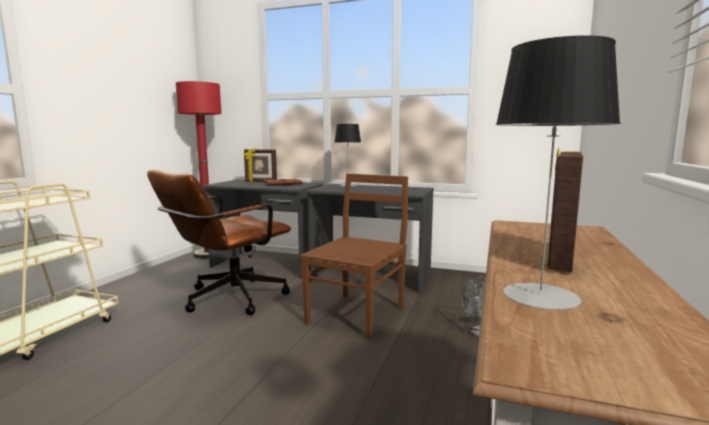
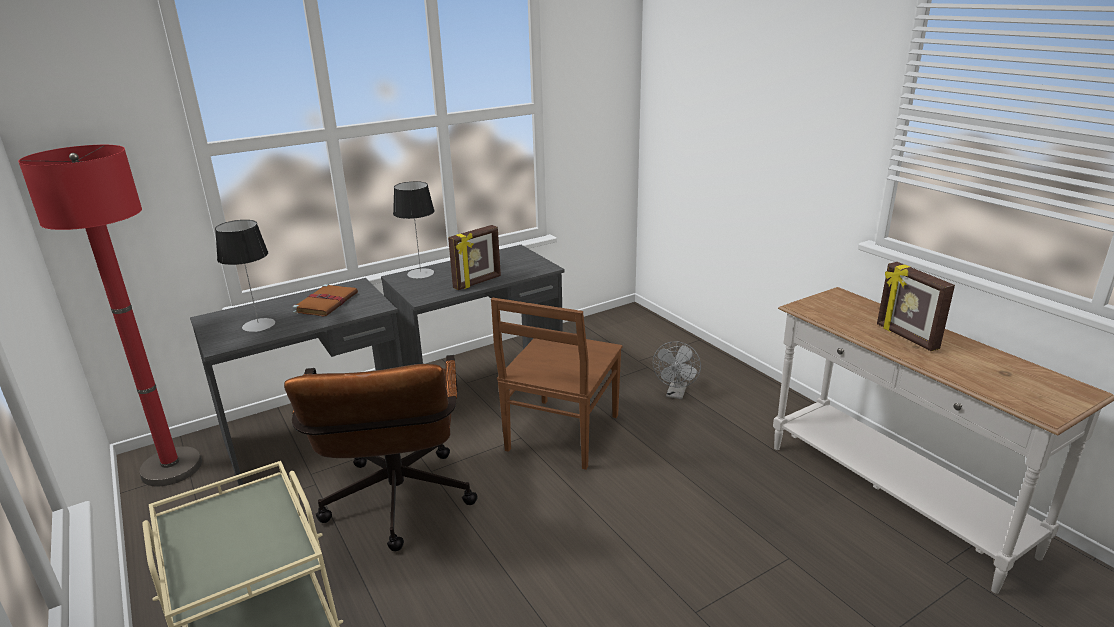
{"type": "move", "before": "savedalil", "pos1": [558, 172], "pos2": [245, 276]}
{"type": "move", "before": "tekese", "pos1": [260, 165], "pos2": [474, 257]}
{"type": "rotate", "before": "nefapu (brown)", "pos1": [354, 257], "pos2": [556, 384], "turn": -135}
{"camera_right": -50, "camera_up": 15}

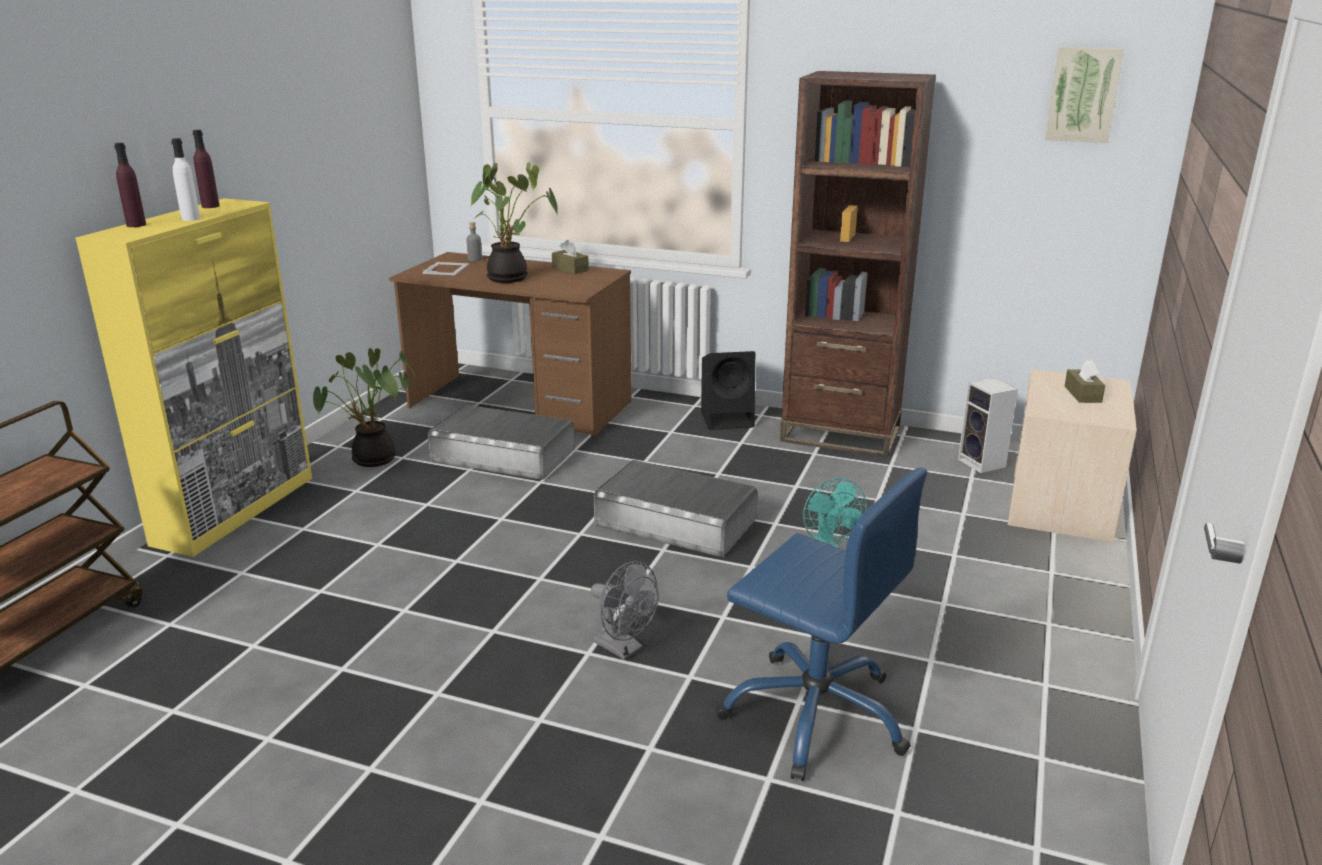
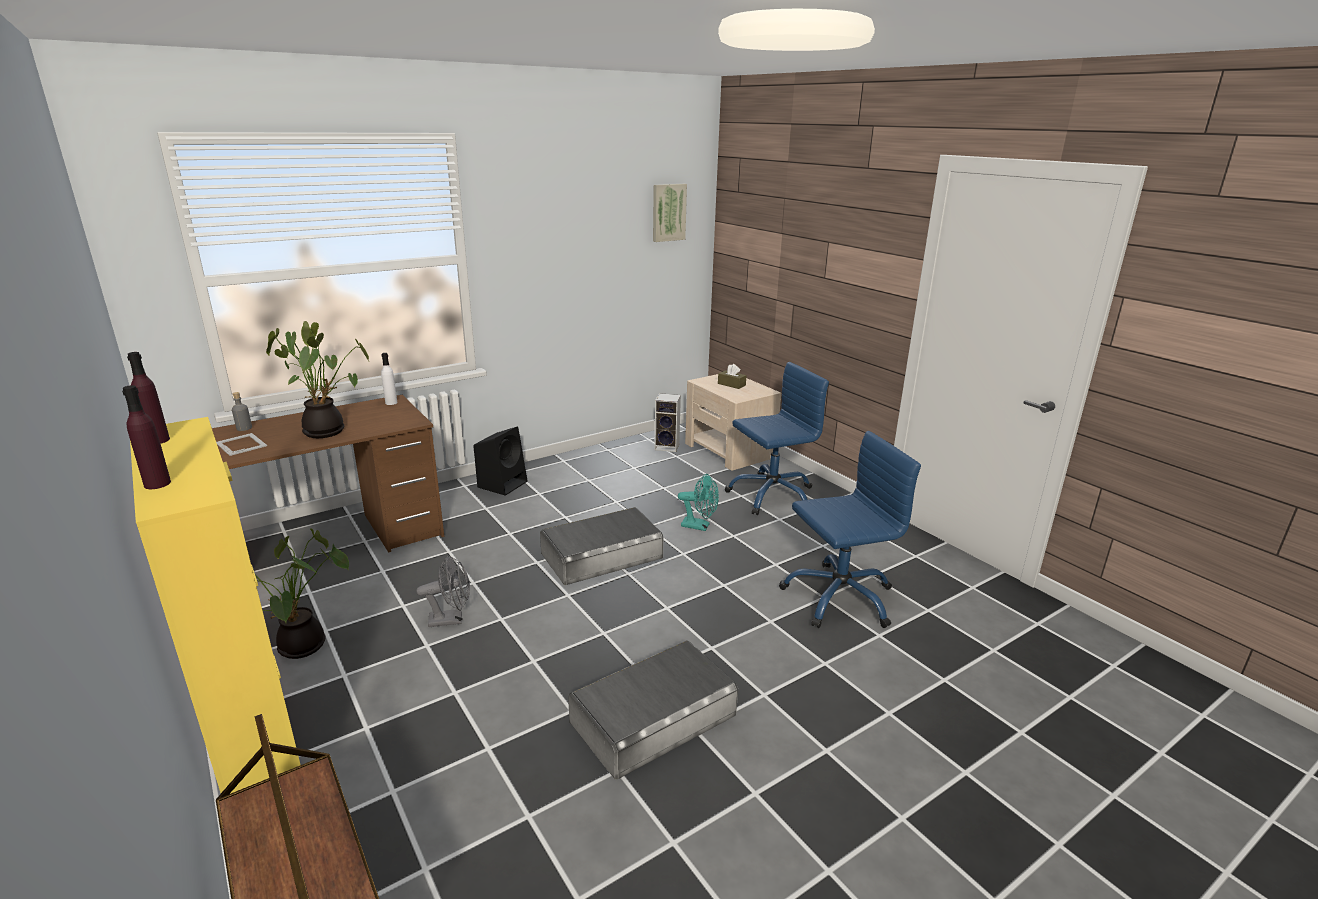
{"type": "delete", "before": "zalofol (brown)", "pos1": [858, 264]}
{"type": "move", "before": "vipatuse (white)", "pos1": [185, 179], "pos2": [389, 379]}
{"type": "delete", "before": "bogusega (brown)", "pos1": [570, 257]}
{"type": "move", "before": "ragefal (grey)", "pos1": [501, 442], "pos2": [653, 710]}
{"type": "move", "before": "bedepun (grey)", "pos1": [625, 610], "pos2": [443, 591]}
{"type": "insert", "after": "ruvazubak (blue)", "pos2": [777, 438]}
{"camera_right": -55, "camera_up": 0}

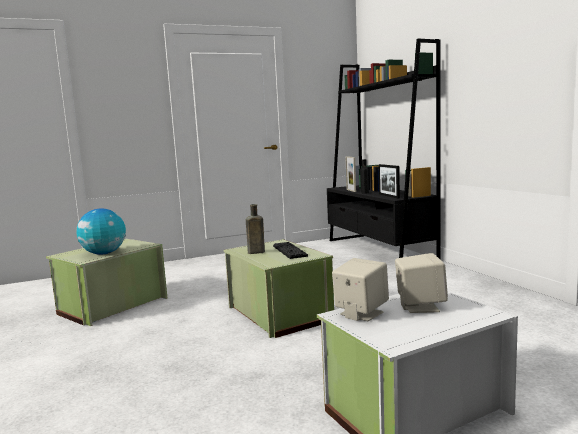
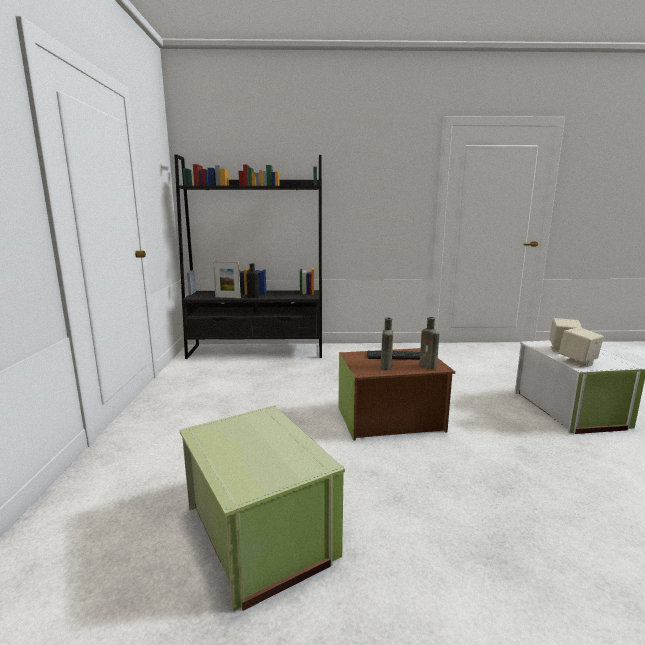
{"type": "delete", "before": "tekese", "pos1": [389, 181]}
{"type": "delete", "before": "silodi", "pos1": [101, 231]}
{"type": "recolor", "before": "ragefal (green)", "after": "ragefal (brown)", "pos1": [279, 288], "pos2": [396, 394]}
{"type": "insert", "after": "vipatuse (brown)", "pos2": [429, 343]}
{"camera_right": -70, "camera_up": 5}

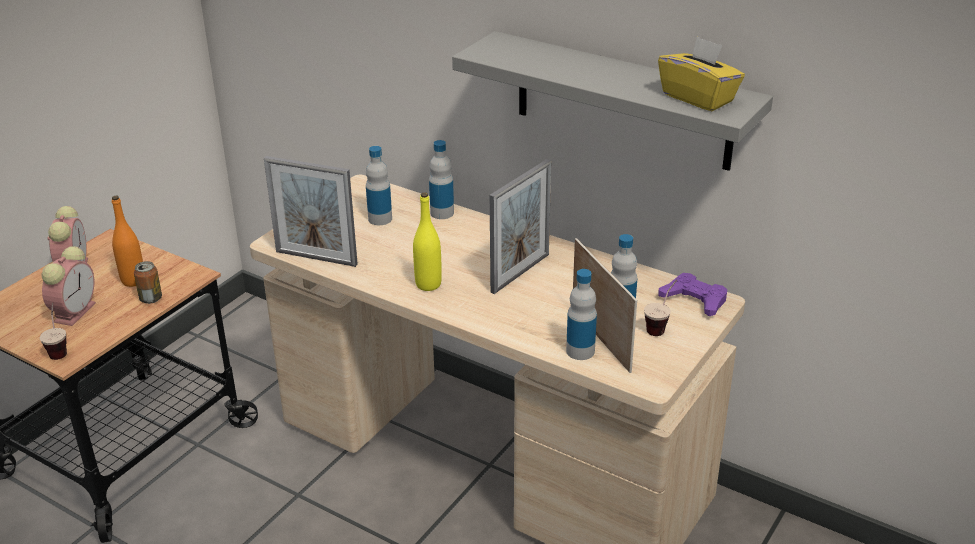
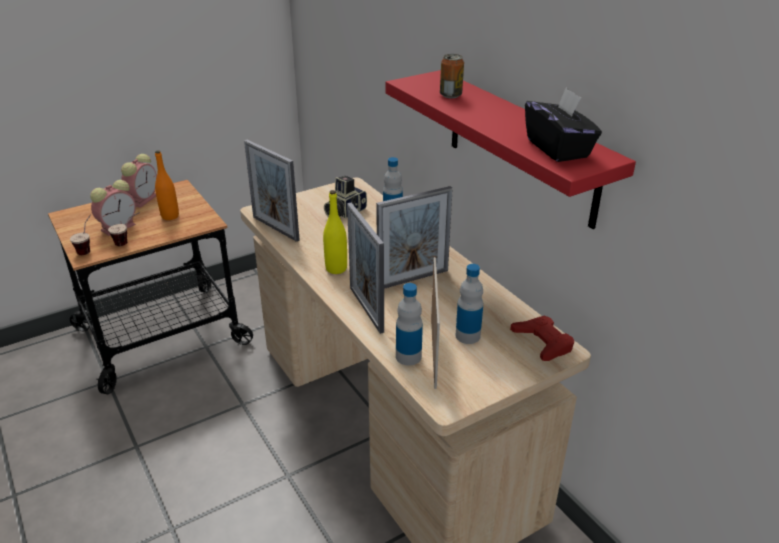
{"type": "recolor", "before": "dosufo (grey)", "after": "dosufo (red)", "pos1": [612, 101], "pos2": [511, 149]}
{"type": "recolor", "before": "bogusega (yellow)", "after": "bogusega (black)", "pos1": [701, 73], "pos2": [563, 124]}
{"type": "replace", "before": "vipatuse", "after": "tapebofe", "pos1": [379, 185], "pos2": [345, 197]}
{"type": "move", "before": "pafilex", "pos1": [148, 282], "pos2": [452, 76]}
{"type": "recolor", "before": "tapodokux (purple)", "after": "tapodokux (red)", "pos1": [692, 294], "pos2": [542, 338]}
{"type": "move", "before": "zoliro", "pos1": [660, 308], "pos2": [124, 229]}
{"type": "insert", "after": "tekese", "pos2": [365, 268]}
{"camera_right": 25, "camera_up": 0}

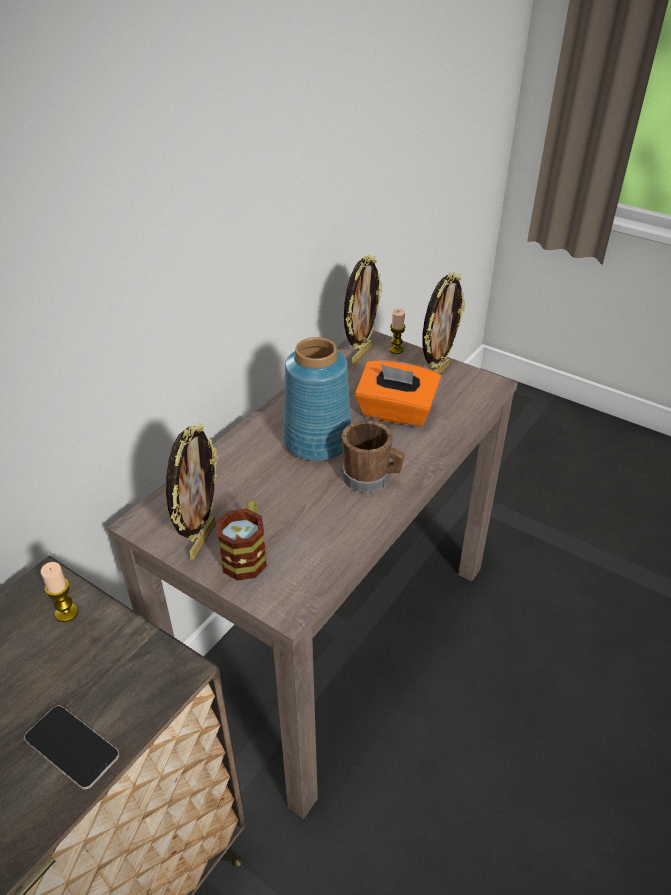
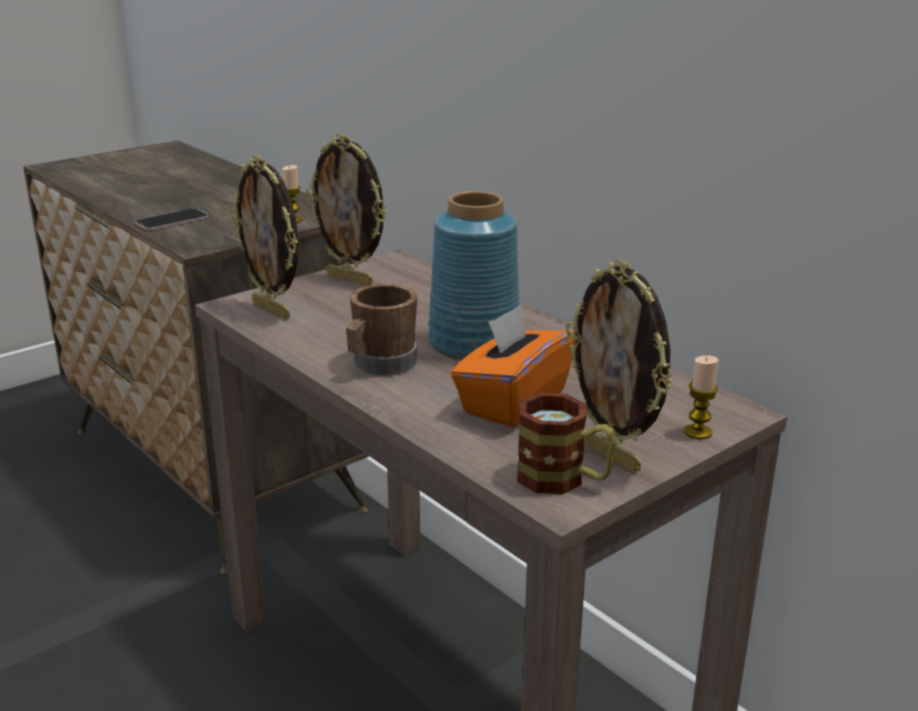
{"type": "move", "before": "tekese", "pos1": [363, 310], "pos2": [264, 237]}
{"type": "move", "before": "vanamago", "pos1": [241, 540], "pos2": [567, 443]}
{"camera_right": 105, "camera_up": -15}

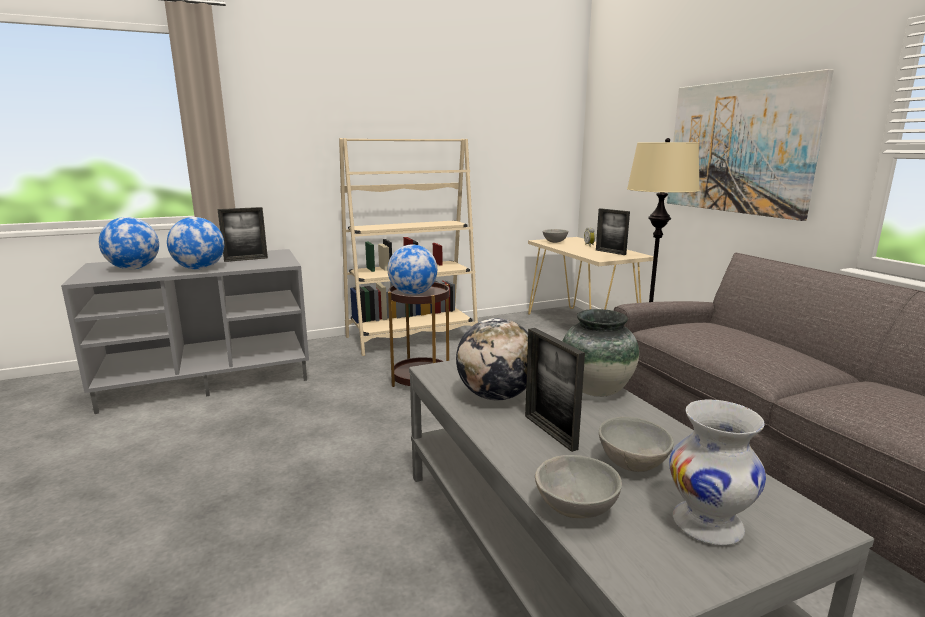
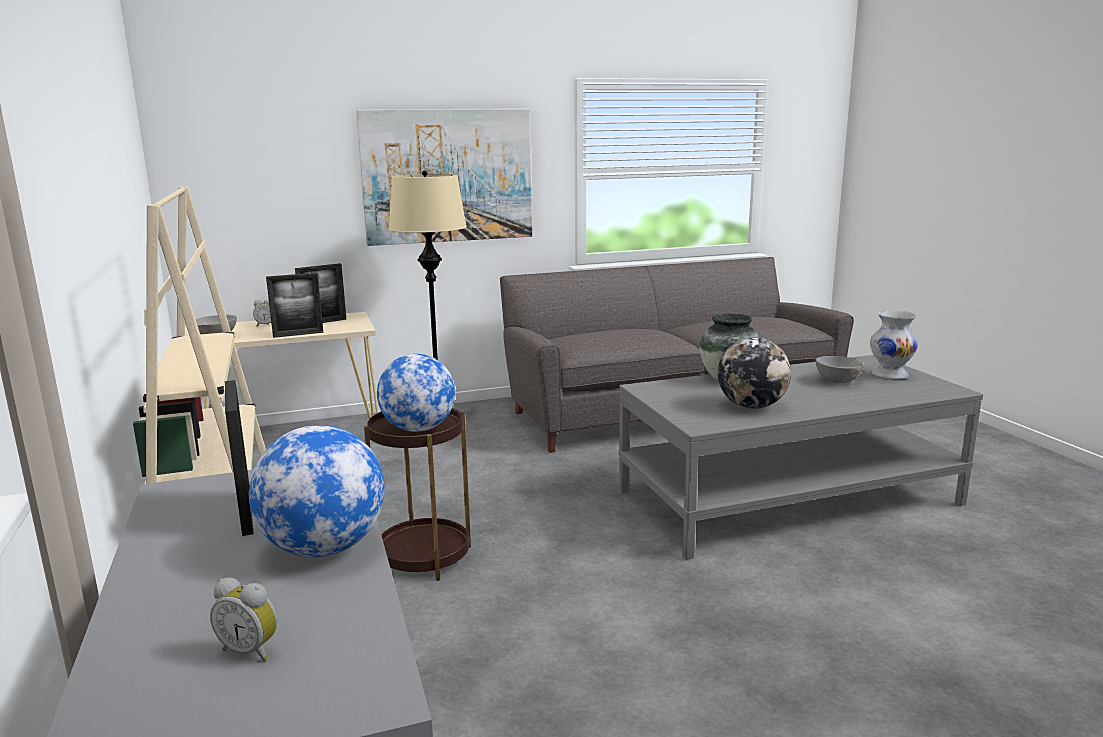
{"type": "replace", "before": "silodi", "after": "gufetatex", "pos1": [129, 243], "pos2": [243, 619]}
{"type": "move", "before": "tekese", "pos1": [555, 390], "pos2": [295, 305]}
{"type": "delete", "before": "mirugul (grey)", "pos1": [578, 486]}
{"camera_right": -85, "camera_up": 0}

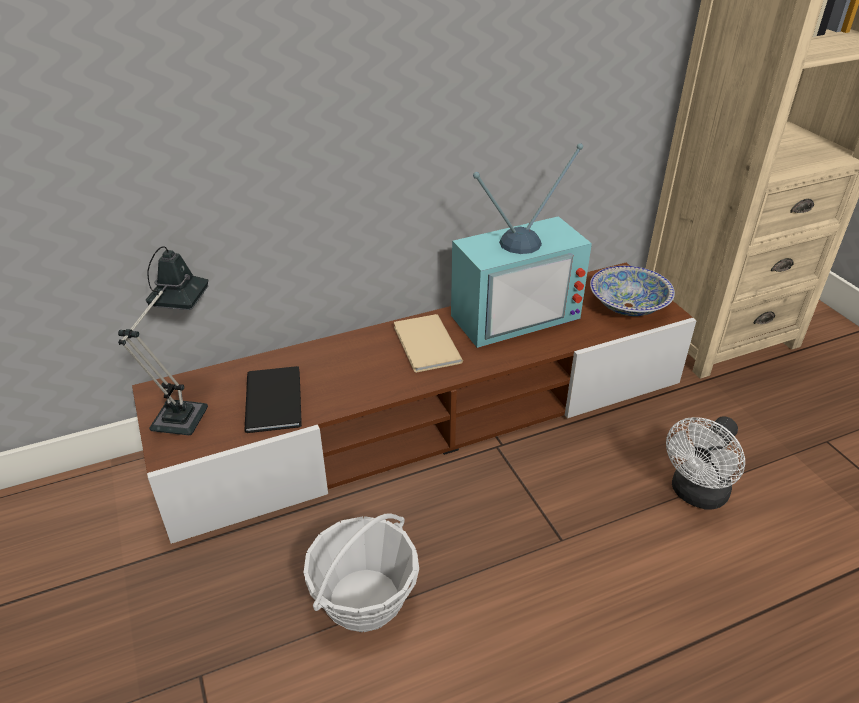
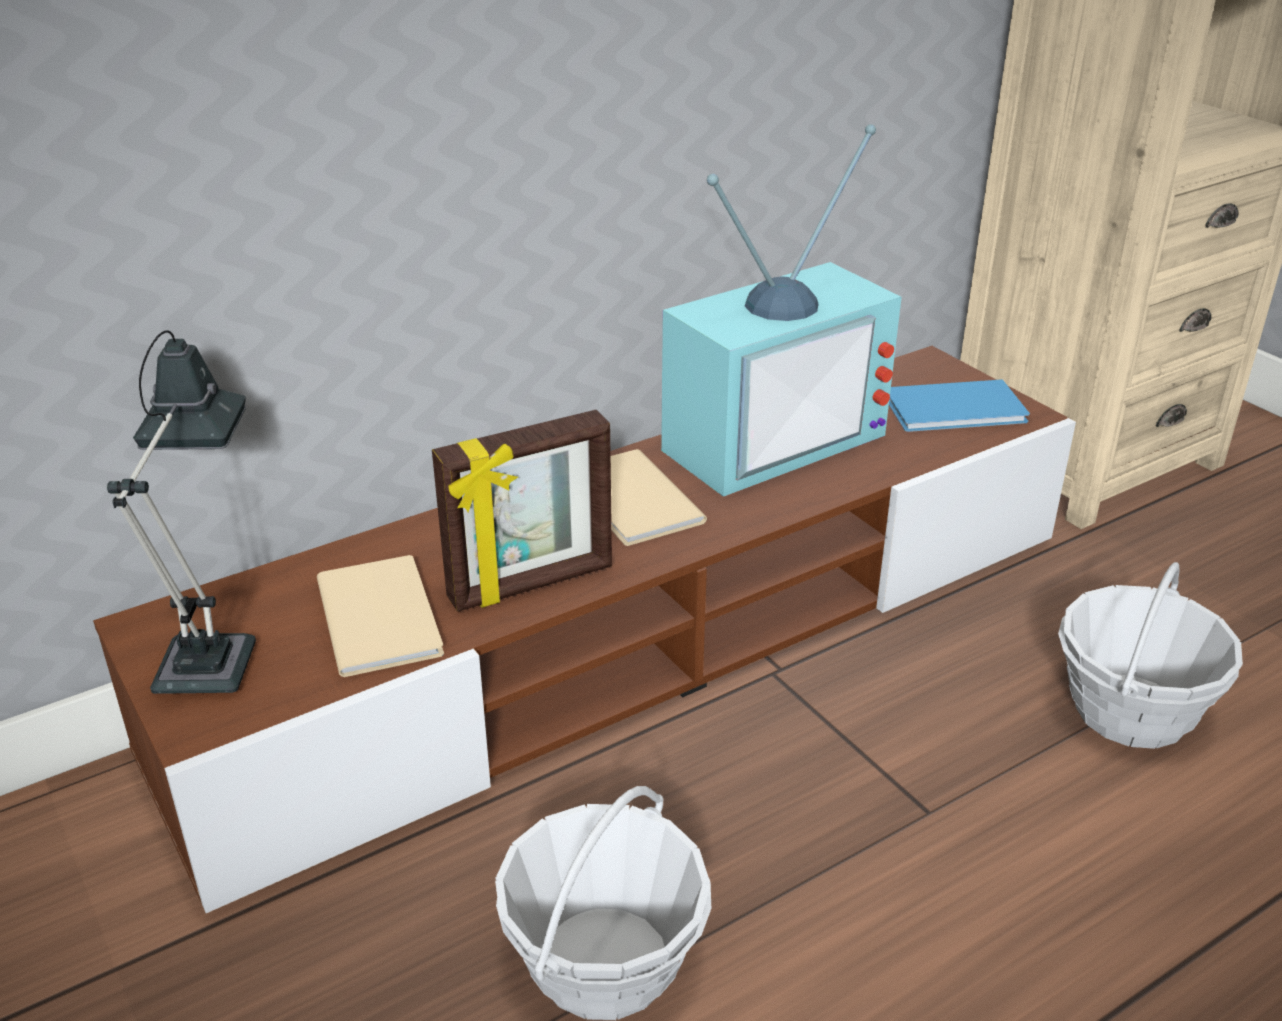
{"type": "replace", "before": "mirugul", "after": "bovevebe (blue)", "pos1": [632, 291], "pos2": [959, 405]}
{"type": "recolor", "before": "bovevebe (black)", "after": "bovevebe (beige)", "pos1": [273, 399], "pos2": [380, 616]}
{"type": "replace", "before": "bedepun (white)", "after": "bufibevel", "pos1": [705, 463], "pos2": [1150, 655]}
{"type": "insert", "after": "tekese", "pos2": [522, 511]}
{"camera_right": -10, "camera_up": -5}

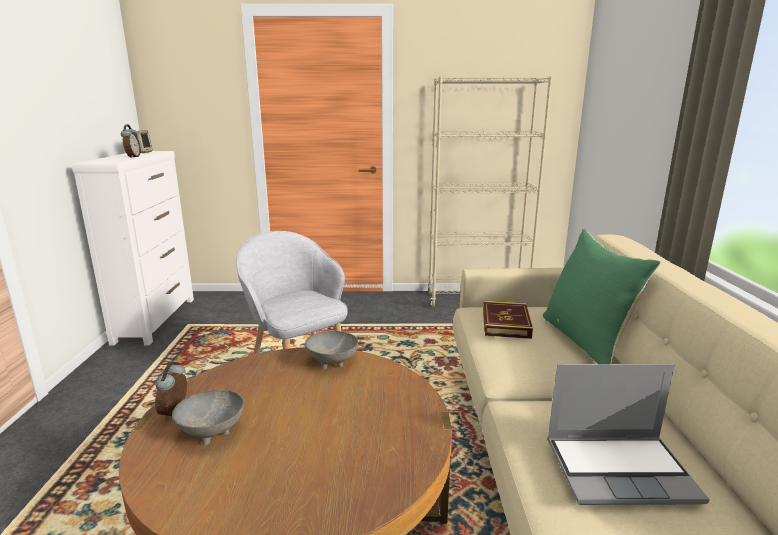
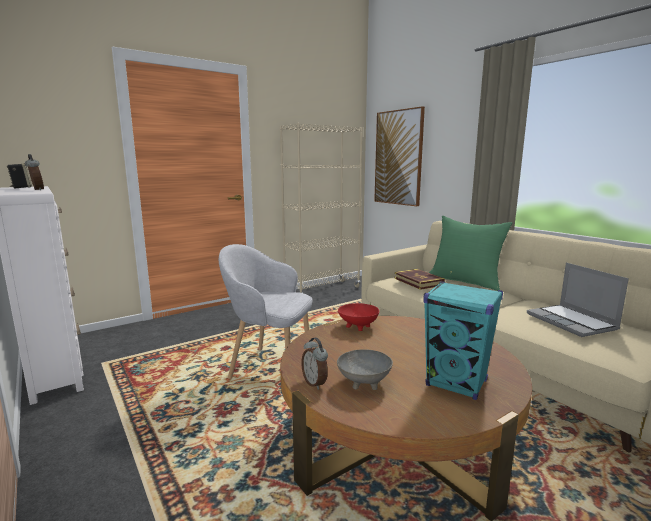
{"type": "recolor", "before": "mirugul (grey)", "after": "mirugul (red)", "pos1": [331, 350], "pos2": [358, 317]}
{"type": "rotate", "before": "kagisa", "pos1": [628, 434], "pos2": [578, 300], "turn": 105}
{"type": "insert", "after": "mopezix", "pos2": [399, 156]}
{"type": "insert", "after": "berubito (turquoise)", "pos2": [463, 340]}
{"camera_right": -35, "camera_up": -5}

